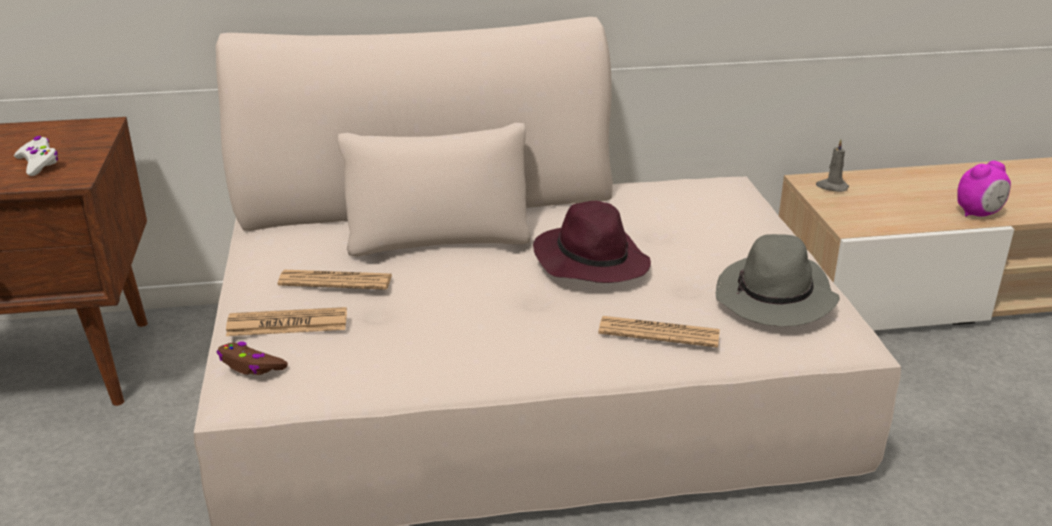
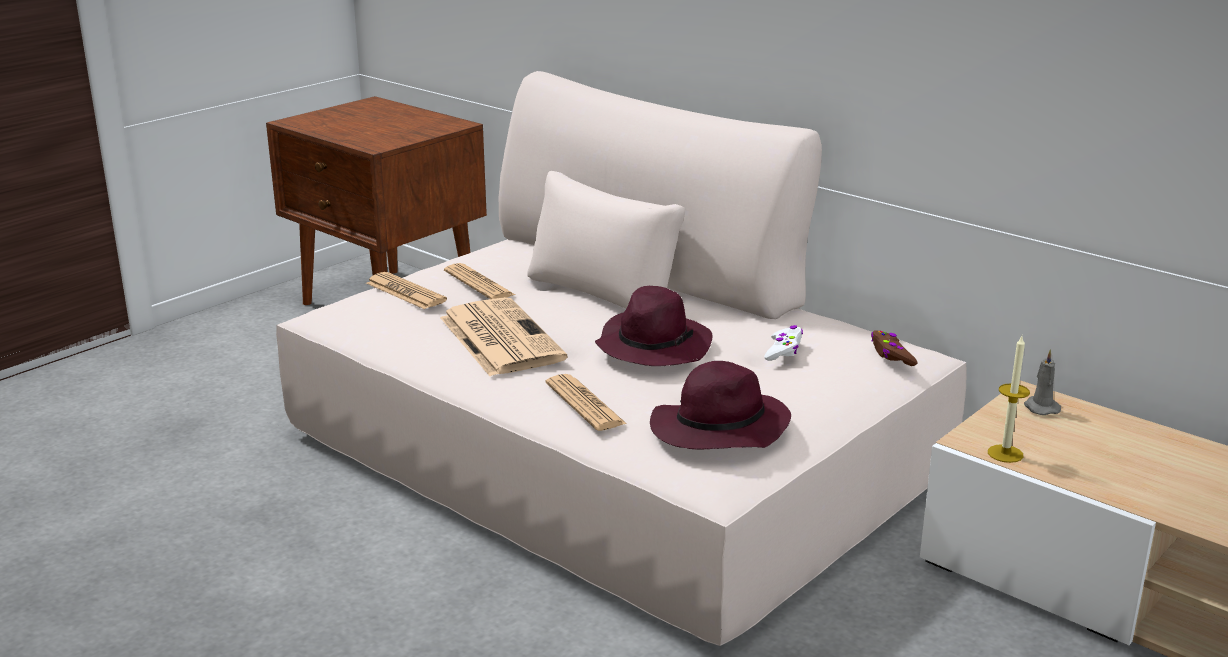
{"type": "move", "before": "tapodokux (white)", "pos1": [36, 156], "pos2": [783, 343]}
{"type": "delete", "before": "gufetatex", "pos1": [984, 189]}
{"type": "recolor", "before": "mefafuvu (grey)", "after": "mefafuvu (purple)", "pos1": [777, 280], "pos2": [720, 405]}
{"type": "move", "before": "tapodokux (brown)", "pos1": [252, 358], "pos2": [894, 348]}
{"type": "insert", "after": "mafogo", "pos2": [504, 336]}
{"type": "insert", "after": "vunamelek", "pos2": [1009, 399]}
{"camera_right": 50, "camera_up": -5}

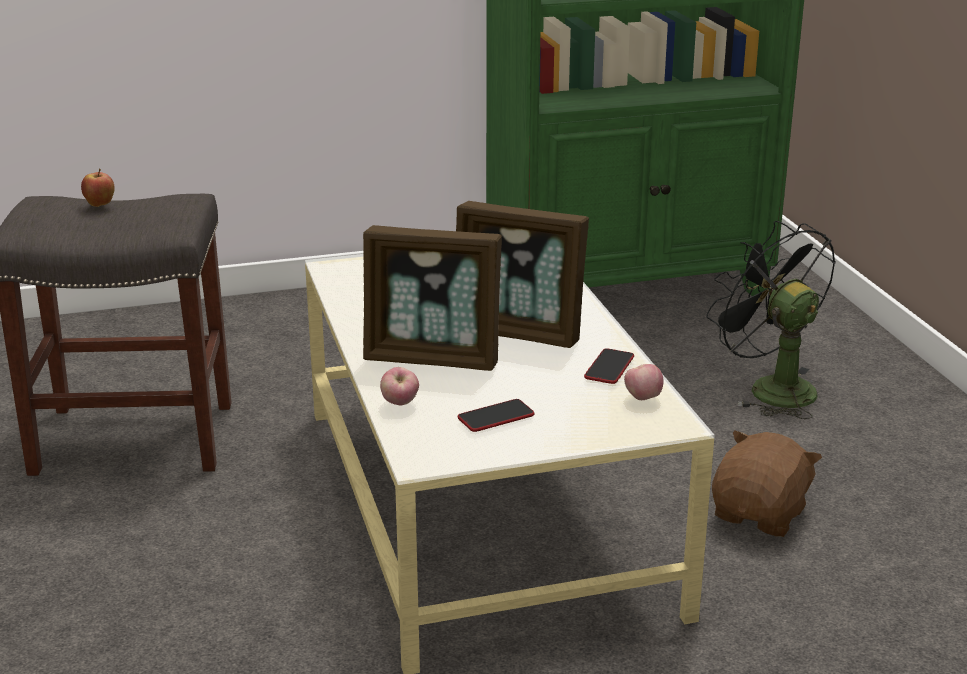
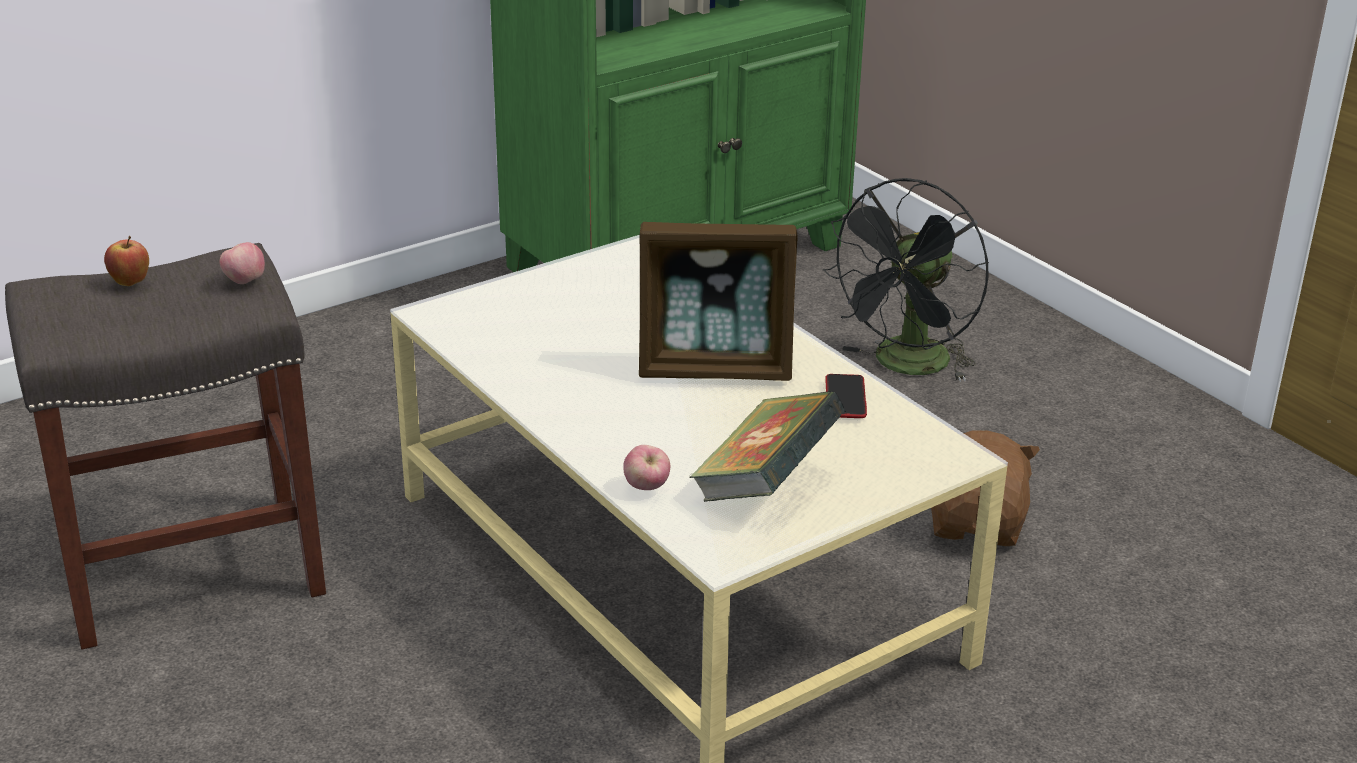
{"type": "rotate", "before": "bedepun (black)", "pos1": [771, 320], "pos2": [906, 280], "turn": -90}
{"type": "delete", "before": "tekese", "pos1": [432, 298]}
{"type": "move", "before": "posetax", "pos1": [643, 382], "pos2": [242, 263]}
{"type": "replace", "before": "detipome", "after": "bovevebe", "pos1": [496, 415], "pos2": [767, 446]}
{"camera_right": -20, "camera_up": 5}

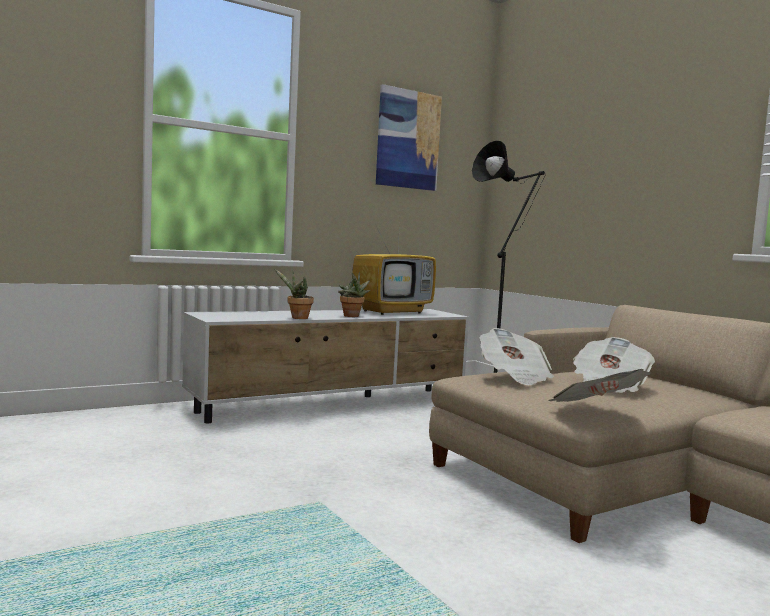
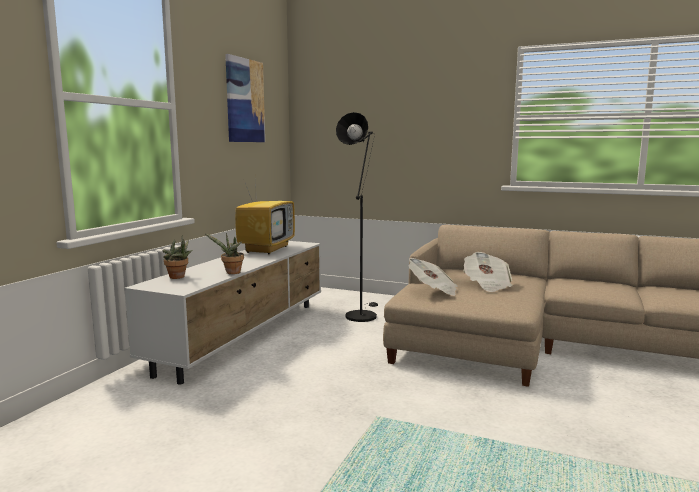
{"type": "move", "before": "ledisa", "pos1": [354, 294], "pos2": [177, 257]}
{"type": "delete", "before": "mafogo", "pos1": [599, 385]}
{"camera_right": -35, "camera_up": 5}

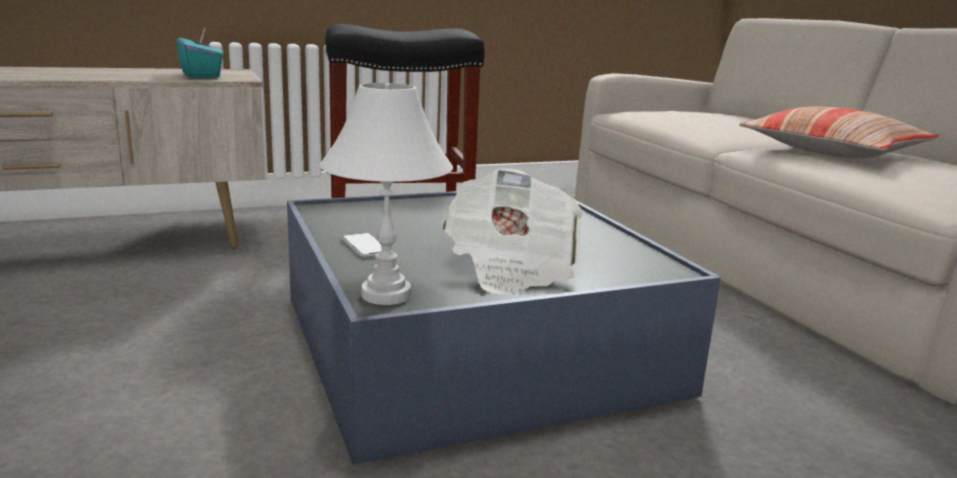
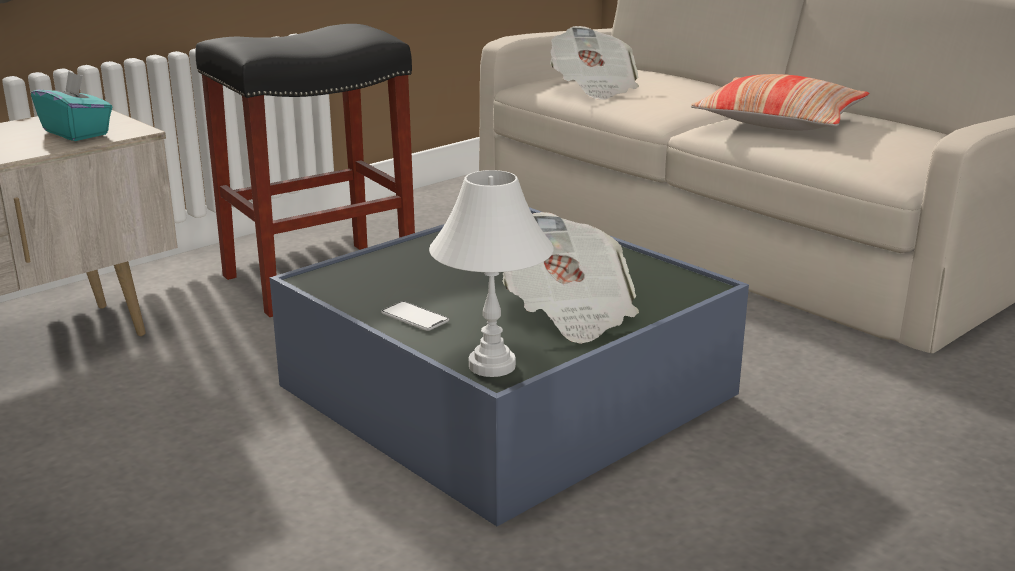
{"type": "insert", "after": "mafogo", "pos2": [594, 63]}
{"camera_right": -20, "camera_up": 5}

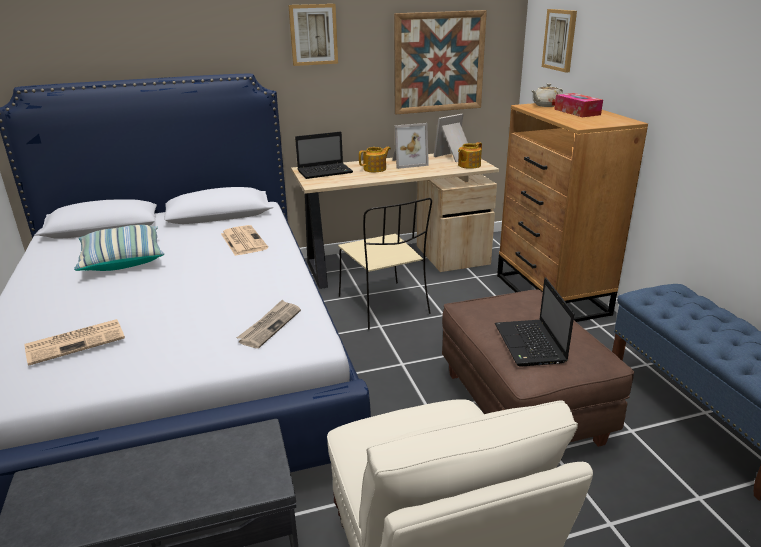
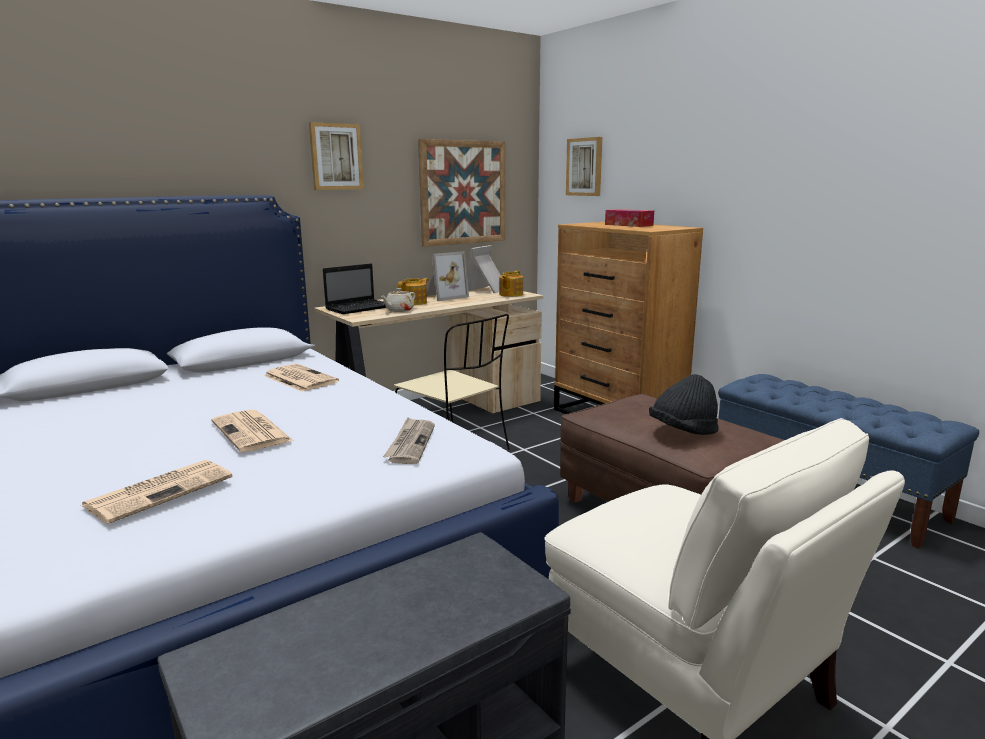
{"type": "move", "before": "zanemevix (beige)", "pos1": [547, 95], "pos2": [398, 300]}
{"type": "delete", "before": "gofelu", "pos1": [119, 248]}
{"type": "replace", "before": "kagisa", "after": "mefafuvu (black)", "pos1": [534, 322], "pos2": [684, 404]}
{"type": "insert", "after": "mafogo", "pos2": [253, 431]}
{"camera_right": -20, "camera_up": -10}

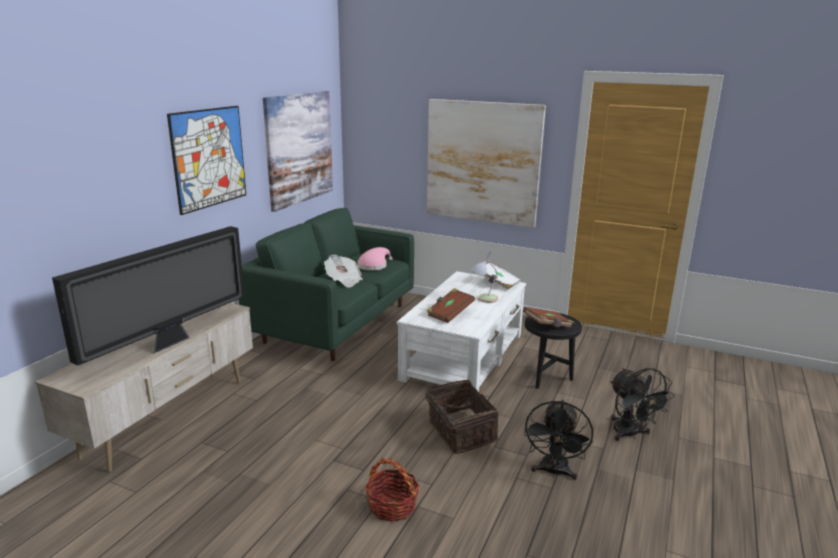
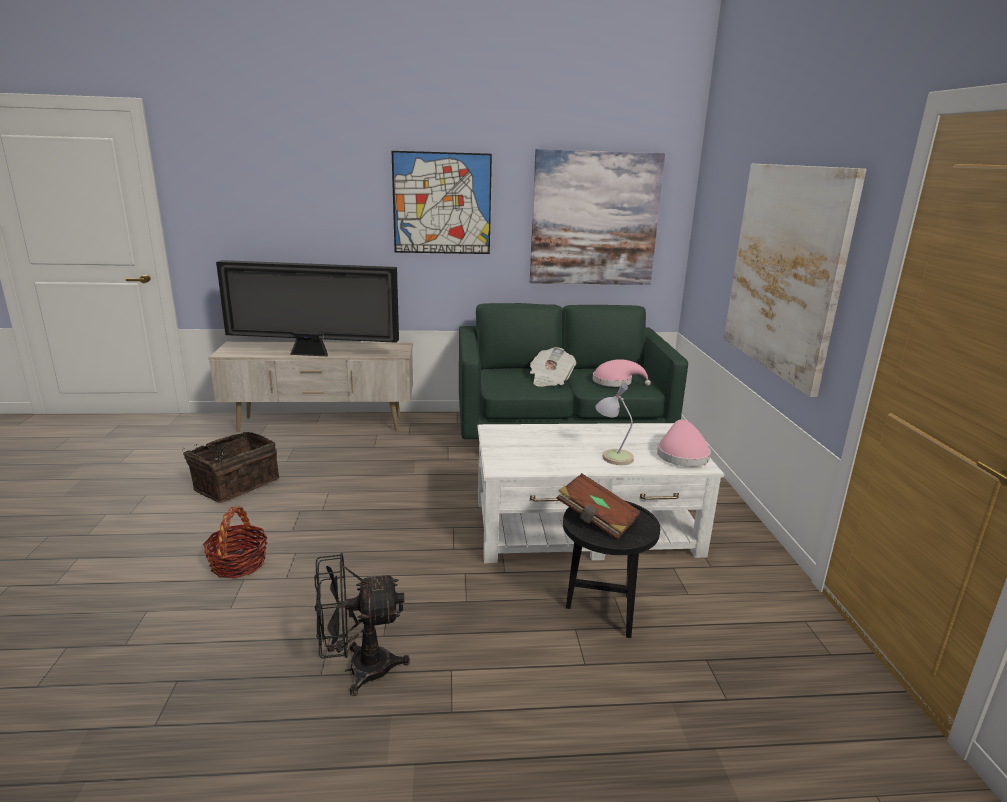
{"type": "replace", "before": "bovevebe (white)", "after": "mefafuvu (pink)", "pos1": [501, 276], "pos2": [684, 443]}
{"type": "delete", "before": "bovevebe (brown)", "pos1": [450, 305]}
{"type": "delete", "before": "bedepun (black)", "pos1": [642, 404]}
{"type": "move", "before": "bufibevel", "pos1": [461, 416], "pos2": [231, 467]}
{"camera_right": 60, "camera_up": 0}

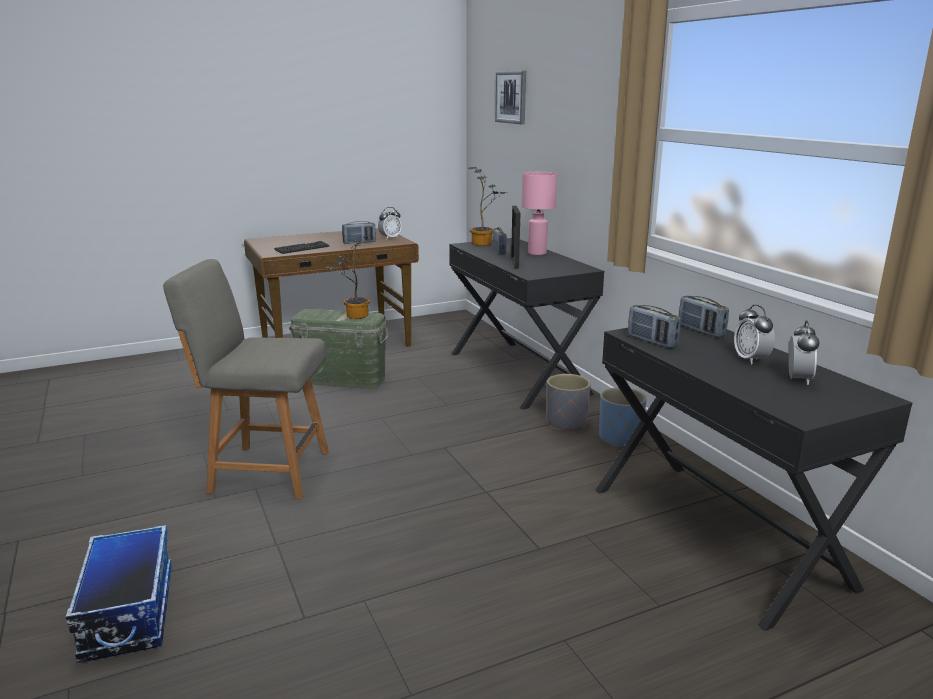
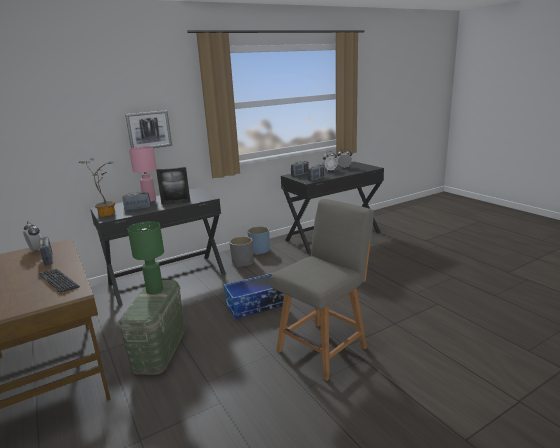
{"type": "move", "before": "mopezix", "pos1": [510, 97], "pos2": [148, 129]}
{"type": "replace", "before": "ledisa", "after": "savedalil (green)", "pos1": [347, 277], "pos2": [146, 258]}
{"type": "rotate", "before": "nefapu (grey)", "pos1": [246, 379], "pos2": [322, 290], "turn": -135}
{"type": "move", "before": "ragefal", "pos1": [119, 593], "pos2": [253, 296]}
{"camera_right": -95, "camera_up": 0}

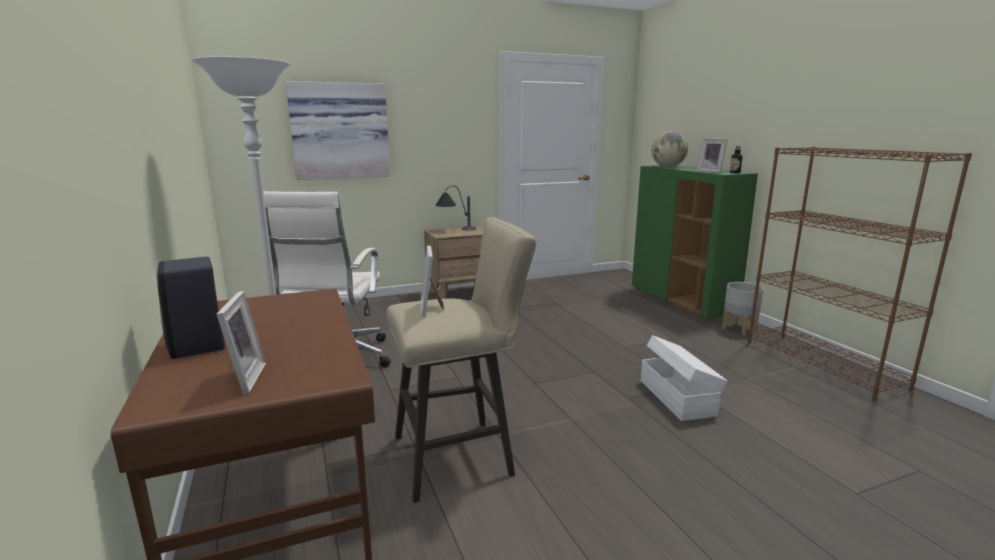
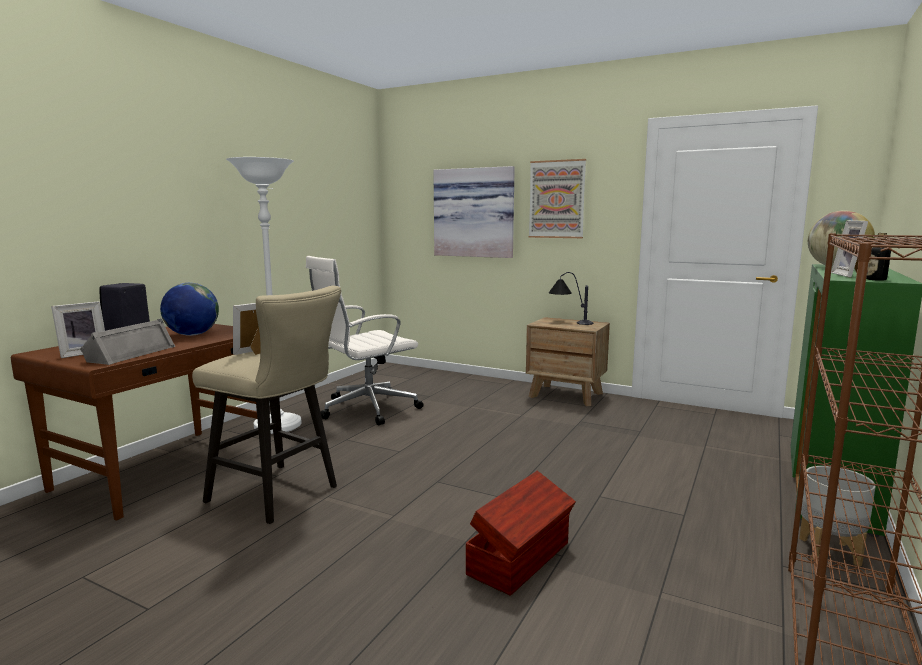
{"type": "recolor", "before": "ragefal (white)", "after": "ragefal (brown)", "pos1": [684, 378], "pos2": [521, 533]}
{"type": "insert", "after": "mopezix", "pos2": [557, 198]}
{"type": "insert", "after": "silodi", "pos2": [189, 309]}
{"type": "insert", "after": "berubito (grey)", "pos2": [128, 342]}
{"camera_right": 50, "camera_up": -5}

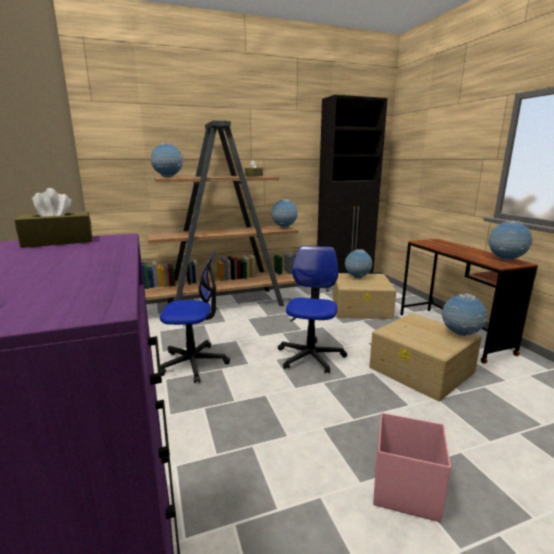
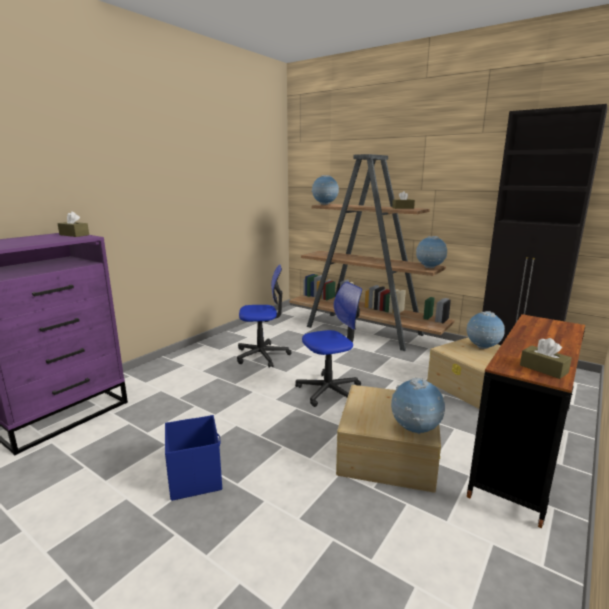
{"type": "replace", "before": "silodi", "after": "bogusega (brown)", "pos1": [510, 241], "pos2": [546, 358]}
{"type": "rotate", "before": "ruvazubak", "pos1": [193, 317], "pos2": [264, 316], "turn": -60}
{"type": "recolor", "before": "ragefal (pink)", "after": "ragefal (blue)", "pos1": [412, 467], "pos2": [193, 458]}
{"camera_right": 55, "camera_up": 0}

